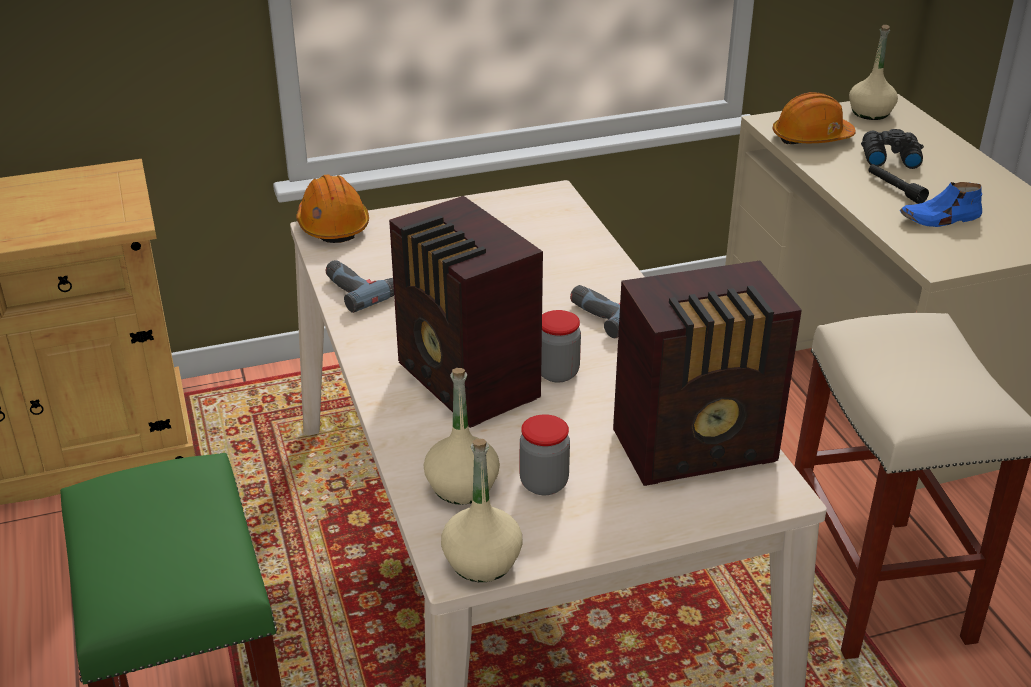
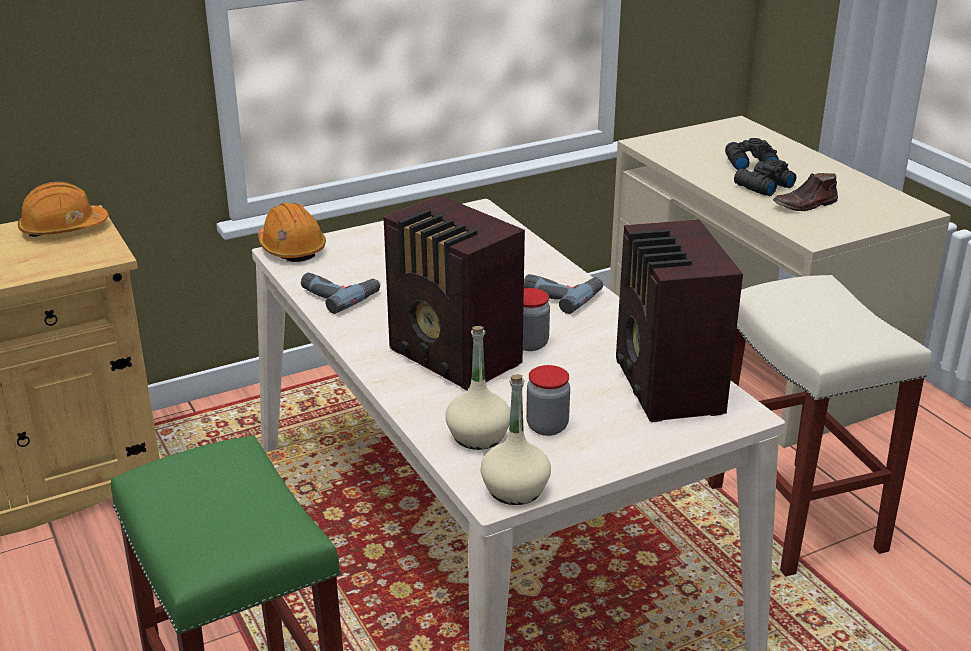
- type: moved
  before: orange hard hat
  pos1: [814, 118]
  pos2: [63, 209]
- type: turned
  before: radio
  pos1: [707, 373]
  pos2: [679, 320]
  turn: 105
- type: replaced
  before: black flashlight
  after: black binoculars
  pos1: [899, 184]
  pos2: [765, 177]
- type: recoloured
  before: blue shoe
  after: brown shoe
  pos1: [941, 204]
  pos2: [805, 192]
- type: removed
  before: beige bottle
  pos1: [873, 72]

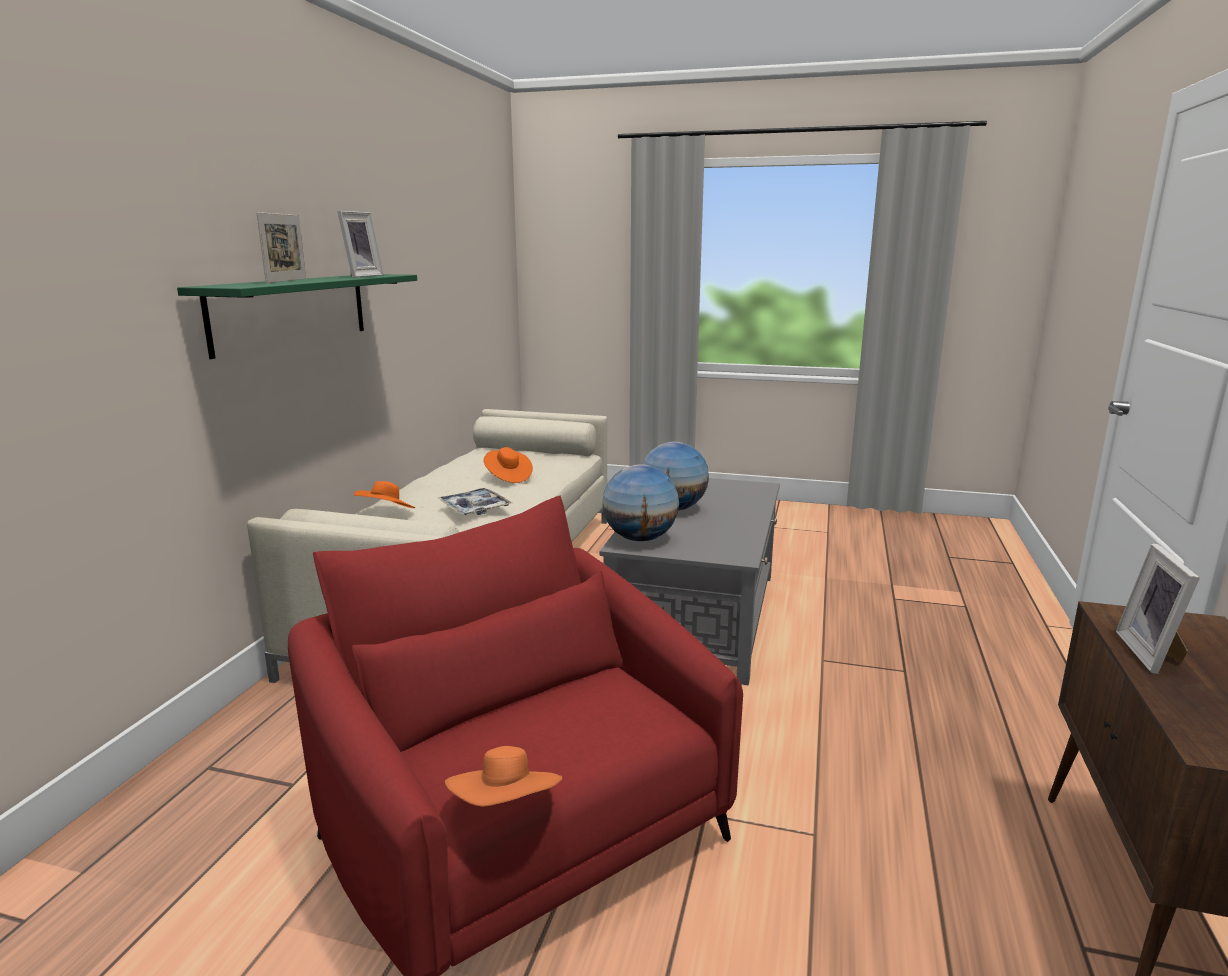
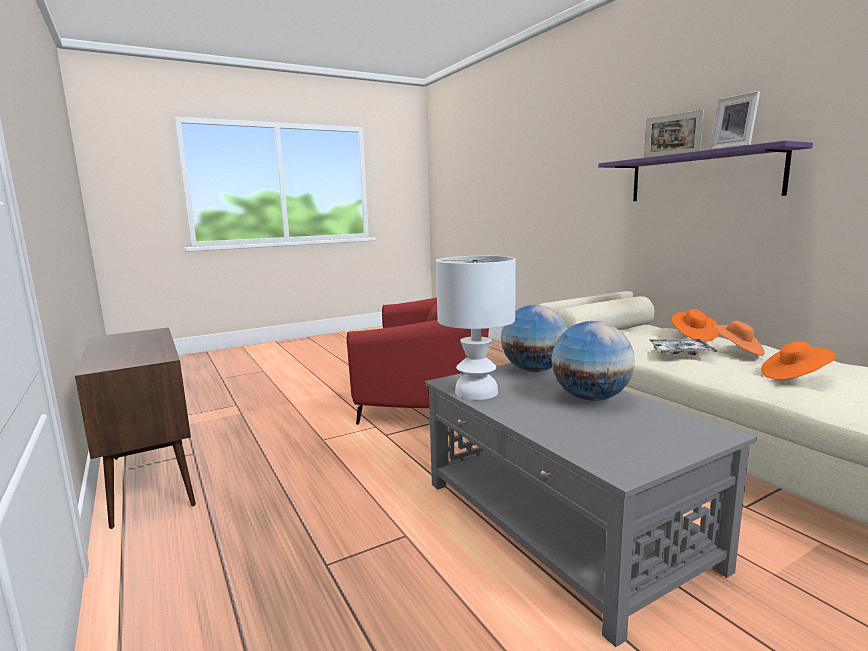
- type: added
  after: white table lamp
  pos2: [476, 328]
- type: recoloured
  before: green shelf
  after: purple shelf
  pos1: [297, 316]
  pos2: [705, 170]
- type: moved
  before: orange hat
  pos1: [504, 776]
  pos2: [738, 338]
- type: removed
  before: picture frame
  pos1: [1158, 608]

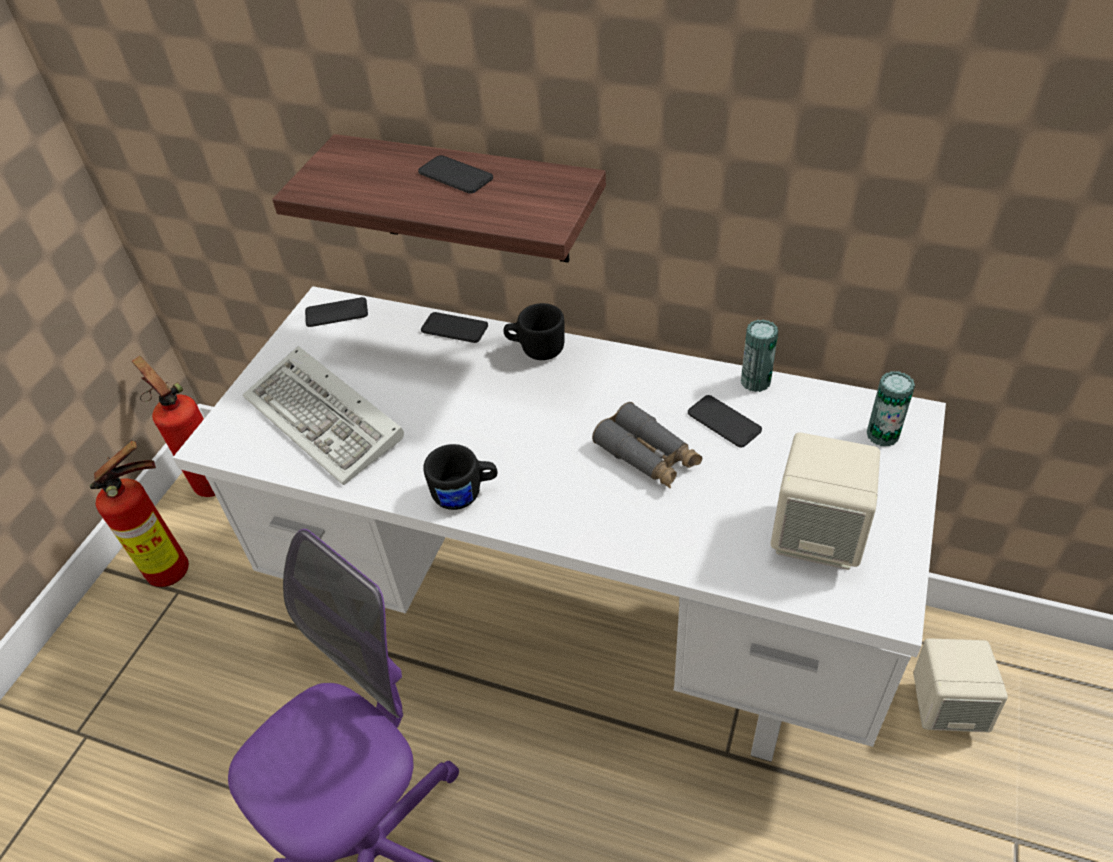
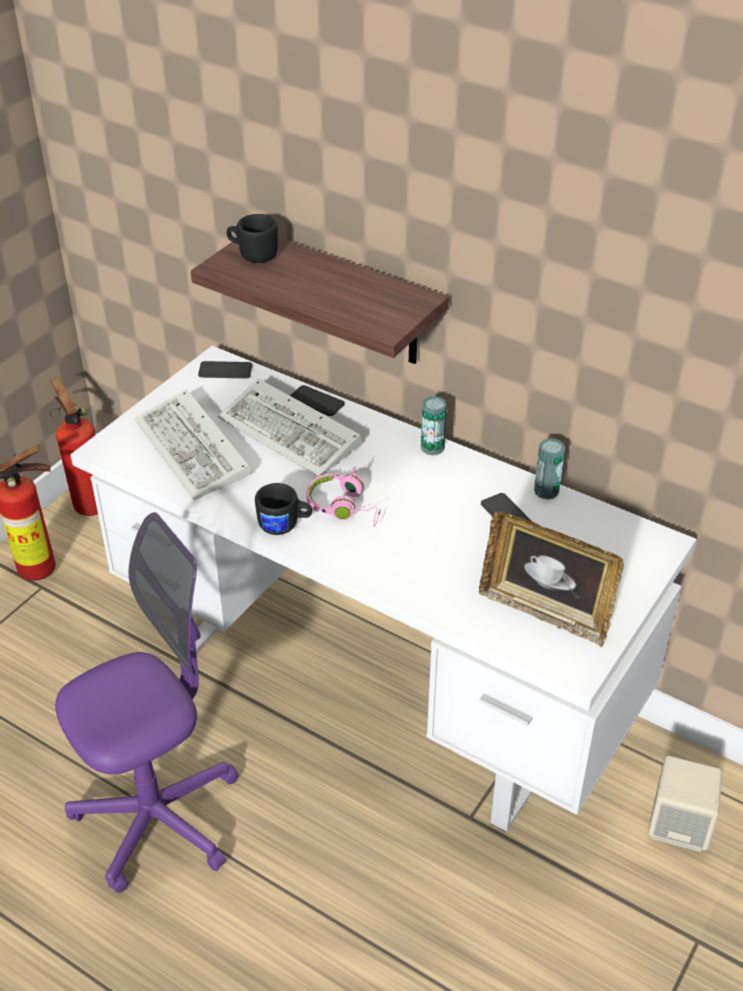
- type: added
  after: keyboard
  pos2: [289, 427]
- type: moved
  before: black mug
  pos1: [534, 331]
  pos2: [252, 238]
- type: added
  after: pink headphones
  pos2: [343, 497]
- type: moved
  before: can
  pos1: [891, 408]
  pos2: [434, 426]
- type: replaced
  before: beige speaker
  after: picture frame
  pos1: [825, 501]
  pos2: [551, 579]
- type: removed
  before: phone
  pos1: [455, 174]
- type: removed
  before: grey binoculars
  pos1: [647, 445]

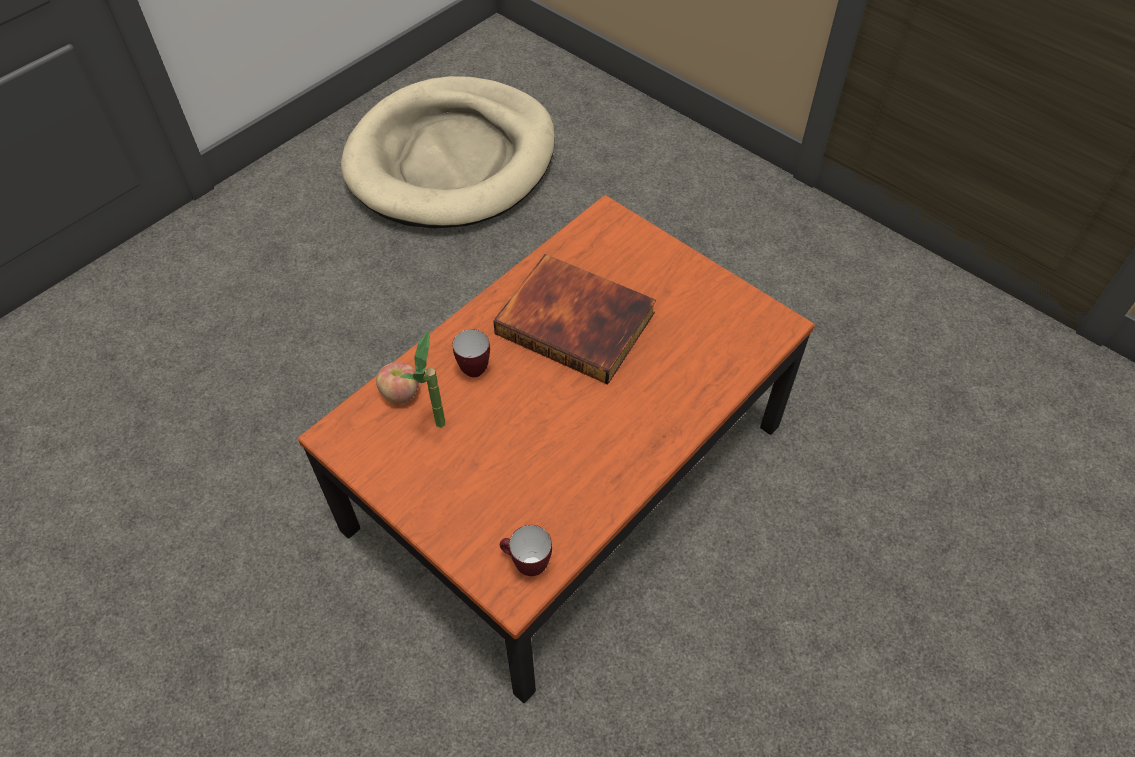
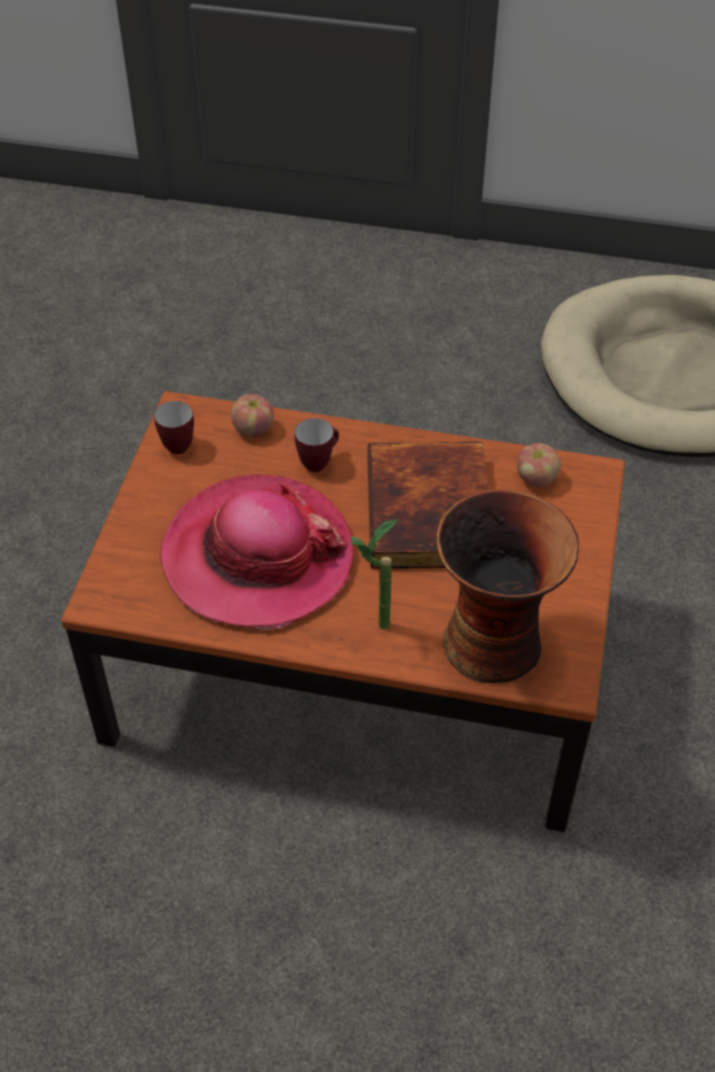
- type: moved
  before: mug
  pos1: [526, 550]
  pos2: [174, 428]
- type: added
  after: hat
  pos2: [257, 552]
- type: moved
  before: potted plant
  pos1: [422, 379]
  pos2: [374, 575]
- type: added
  after: vase
  pos2: [507, 586]
- type: added
  after: apple
  pos2: [539, 465]

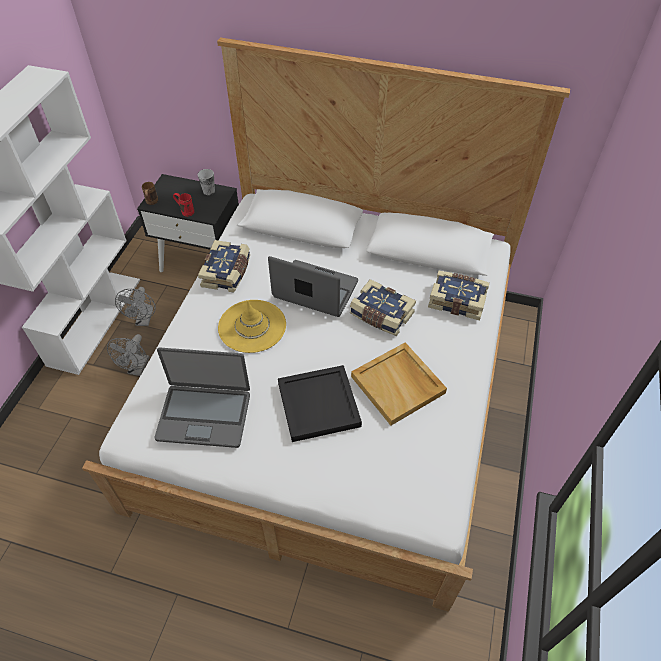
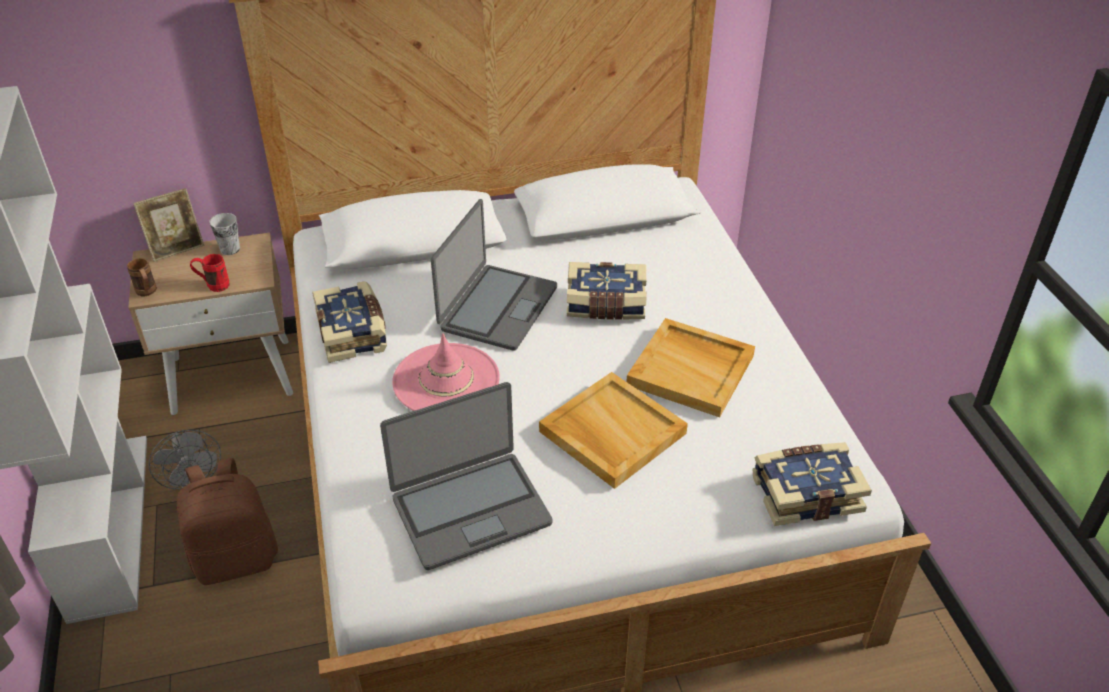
- type: recoloured
  before: black nightstand
  after: beige nightstand
  pos1: [188, 223]
  pos2: [210, 324]
- type: added
  after: picture frame
  pos2: [168, 225]
- type: replaced
  before: grey fan
  after: brown backpack
  pos1: [128, 355]
  pos2: [227, 521]
- type: recoloured
  before: yellow hat
  after: pink hat
  pos1: [252, 326]
  pos2: [446, 372]
- type: turned
  before: laptop
  pos1: [313, 286]
  pos2: [494, 275]
  turn: 120
- type: recoloured
  before: black tray
  after: beige tray
  pos1: [320, 403]
  pos2: [613, 430]
- type: moved
  before: book
  pos1: [459, 296]
  pos2: [812, 484]

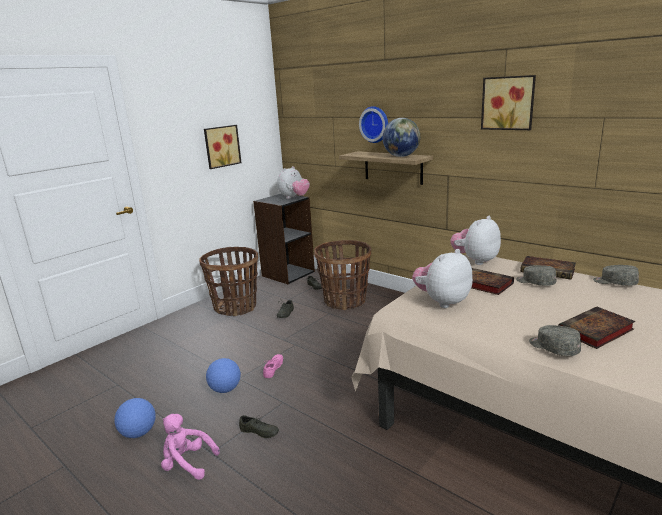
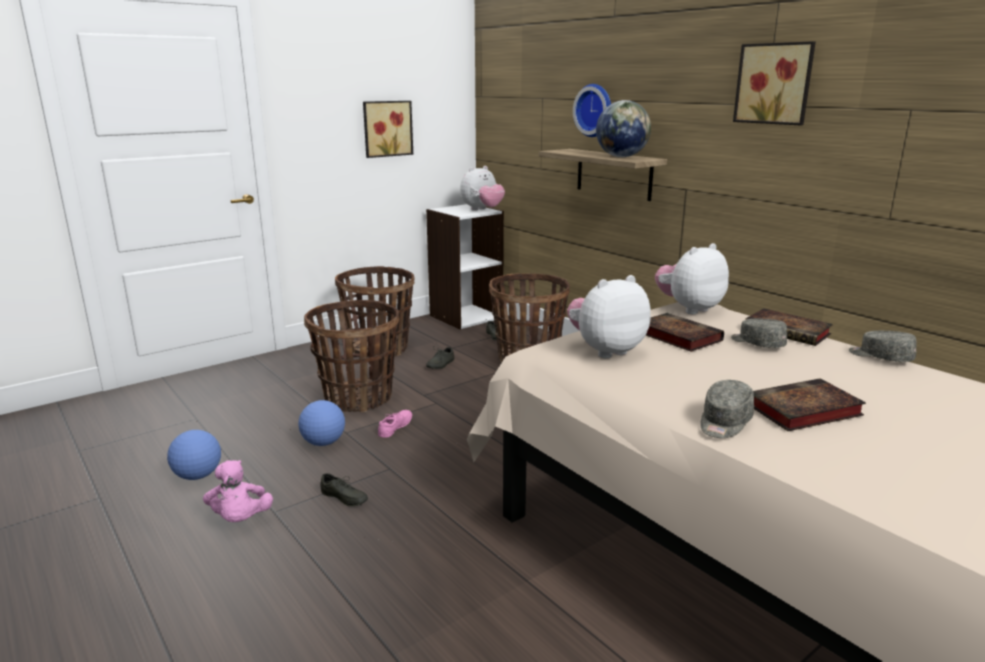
- type: turned
  before: pink plush toy
  pos1: [190, 447]
  pos2: [238, 491]
  turn: -135
- type: added
  after: basket
  pos2: [351, 356]
- type: recoloured
  before: black bookcase
  after: white bookcase
  pos1: [284, 239]
  pos2: [465, 266]
- type: turned
  before: grey cap
  pos1: [555, 340]
  pos2: [727, 409]
  turn: -120

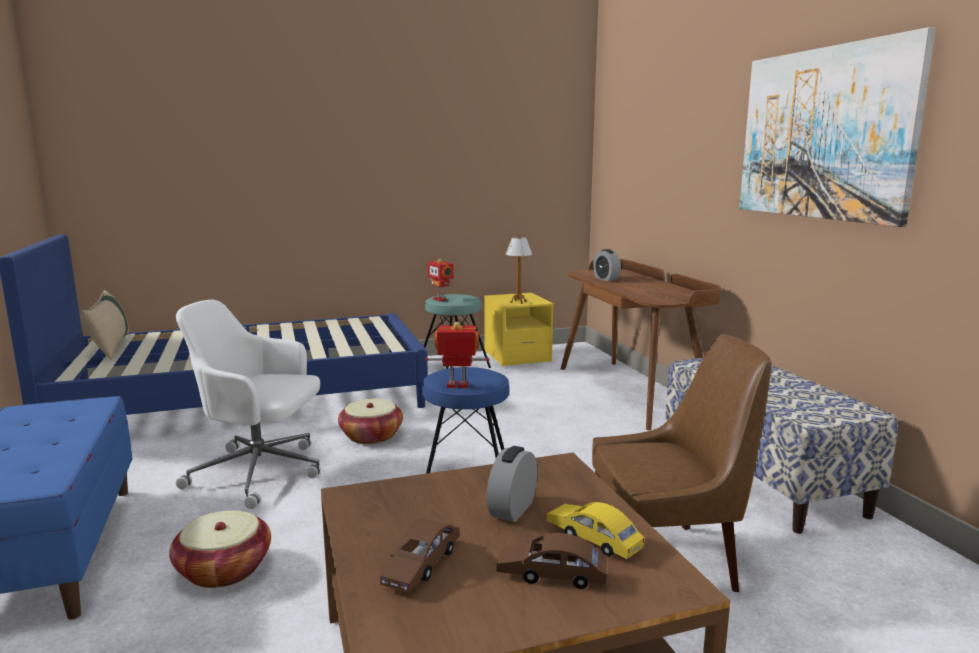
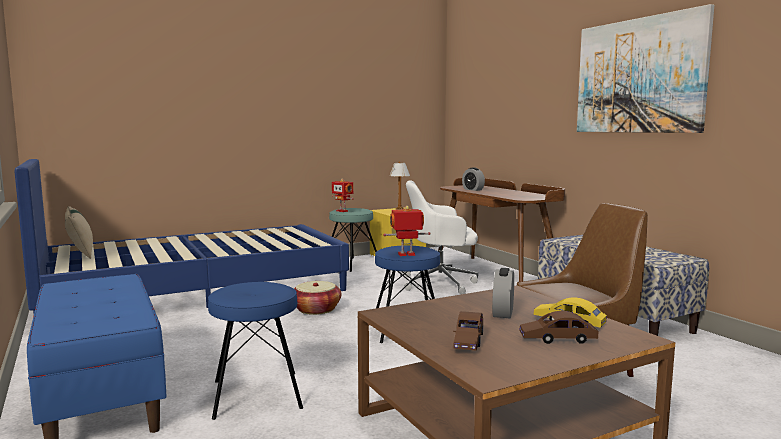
- type: replaced
  before: basket
  after: blue stool
  pos1: [220, 549]
  pos2: [255, 351]
- type: moved
  before: white office chair
  pos1: [248, 404]
  pos2: [441, 238]

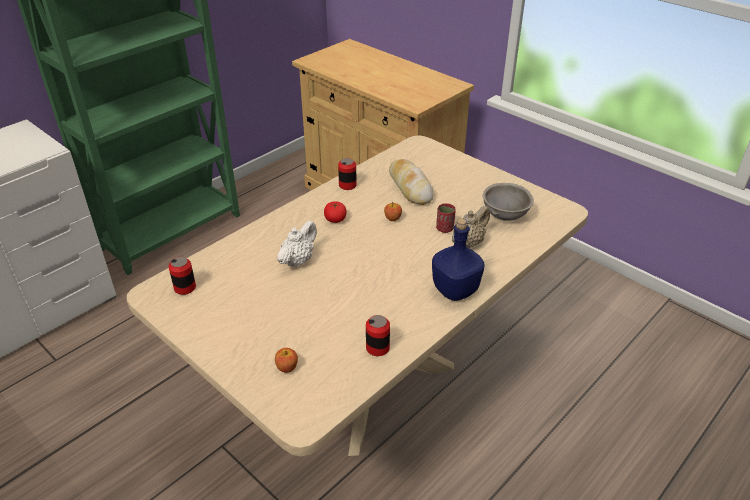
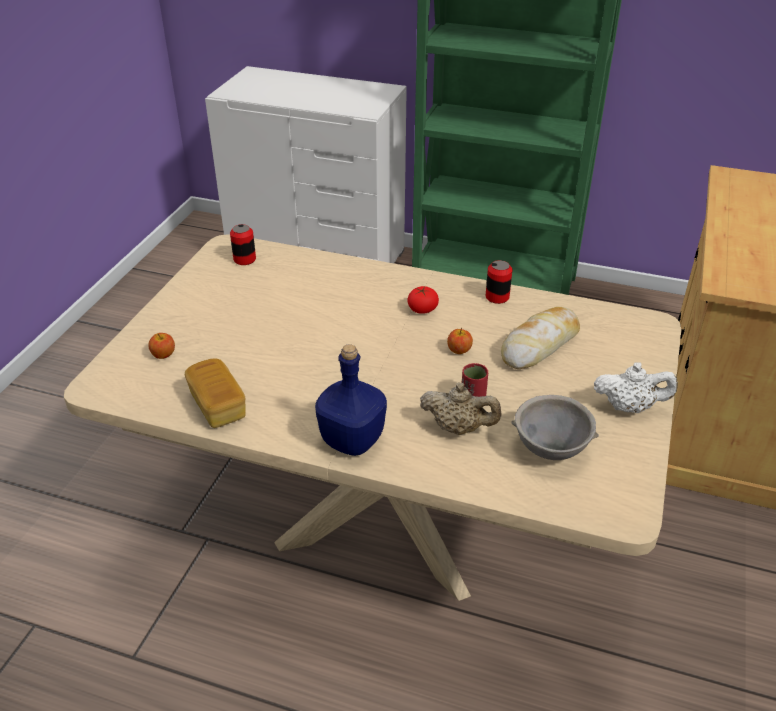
- type: replaced
  before: can
  after: bread
  pos1: [378, 335]
  pos2: [215, 393]
- type: moved
  before: white teapot
  pos1: [297, 244]
  pos2: [636, 387]

